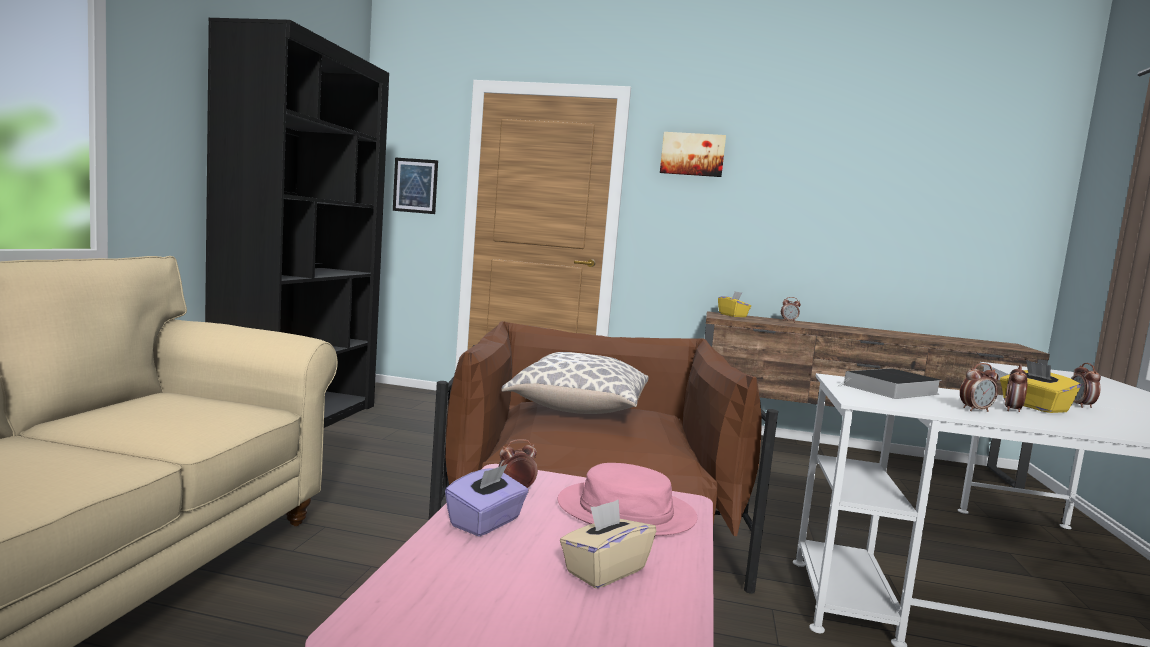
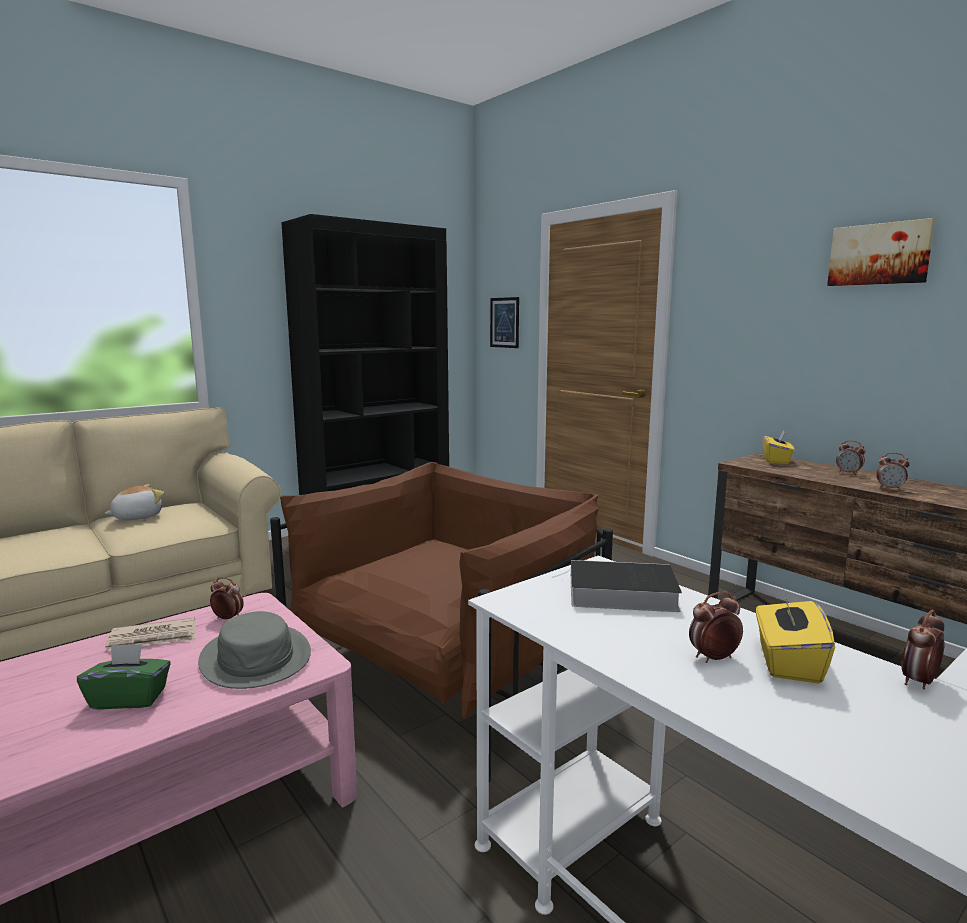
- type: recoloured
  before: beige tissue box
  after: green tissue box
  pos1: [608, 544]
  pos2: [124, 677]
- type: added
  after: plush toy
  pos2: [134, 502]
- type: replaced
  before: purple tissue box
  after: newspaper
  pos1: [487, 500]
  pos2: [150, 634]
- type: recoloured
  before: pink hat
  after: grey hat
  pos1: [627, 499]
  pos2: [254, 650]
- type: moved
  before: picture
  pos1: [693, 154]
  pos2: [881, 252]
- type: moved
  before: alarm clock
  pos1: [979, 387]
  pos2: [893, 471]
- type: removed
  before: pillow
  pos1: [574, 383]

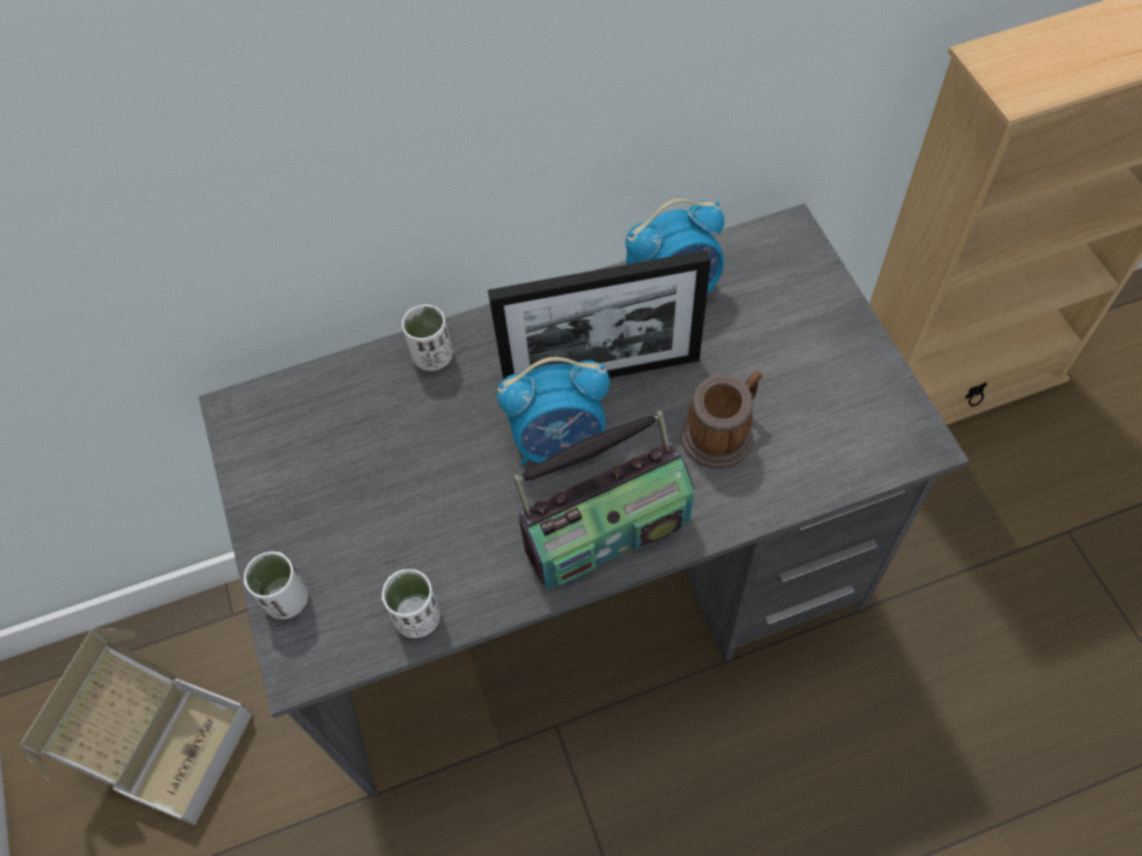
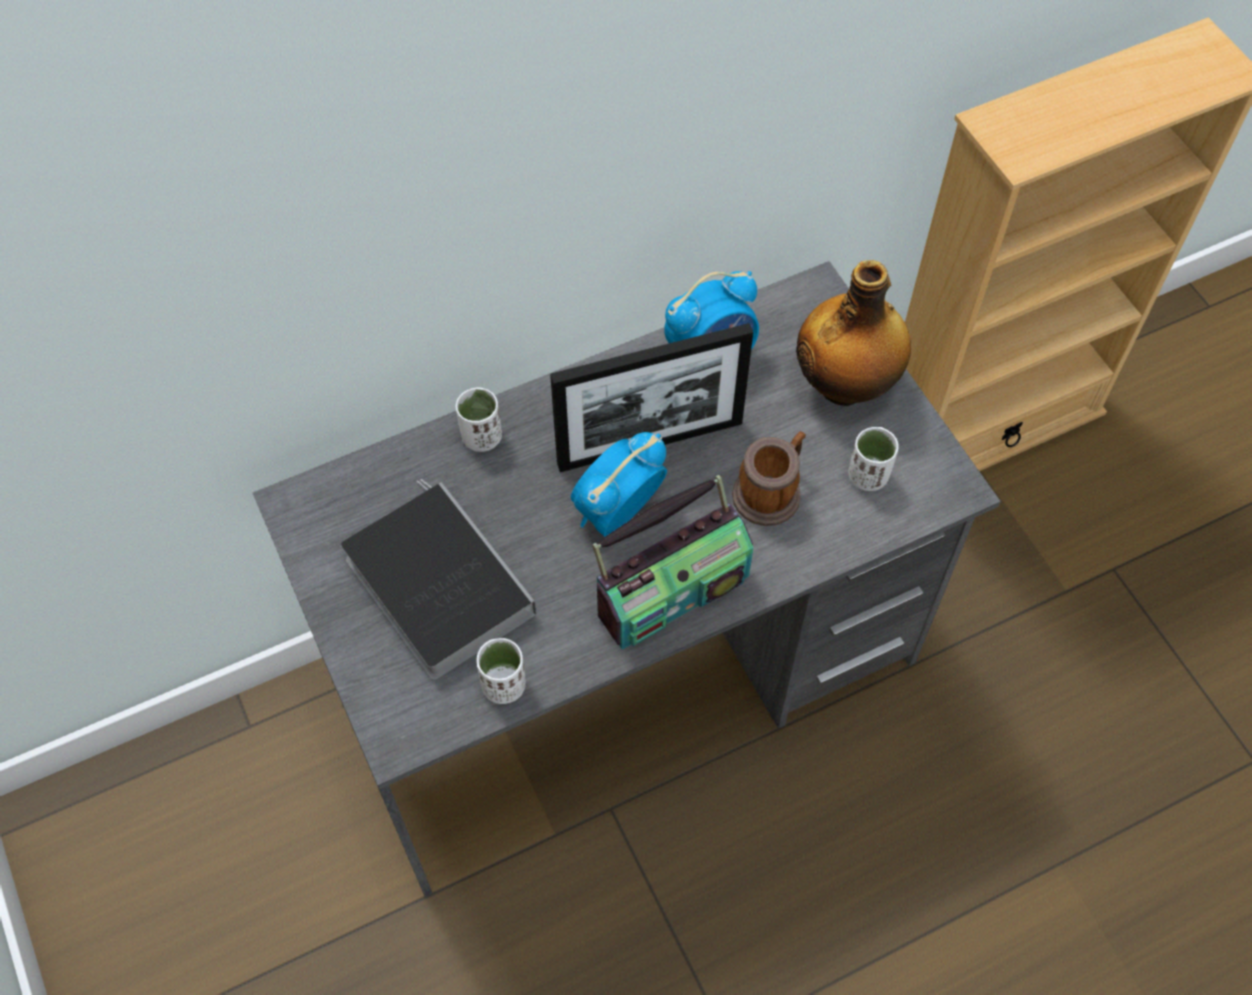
- type: added
  after: book
  pos2: [438, 579]
- type: turned
  before: alarm clock
  pos1: [553, 411]
  pos2: [619, 484]
  turn: 150
- type: added
  after: bottle
  pos2: [853, 333]
- type: moved
  before: white cup
  pos1: [276, 585]
  pos2: [873, 459]
- type: removed
  before: cardboard box
  pos1: [136, 727]

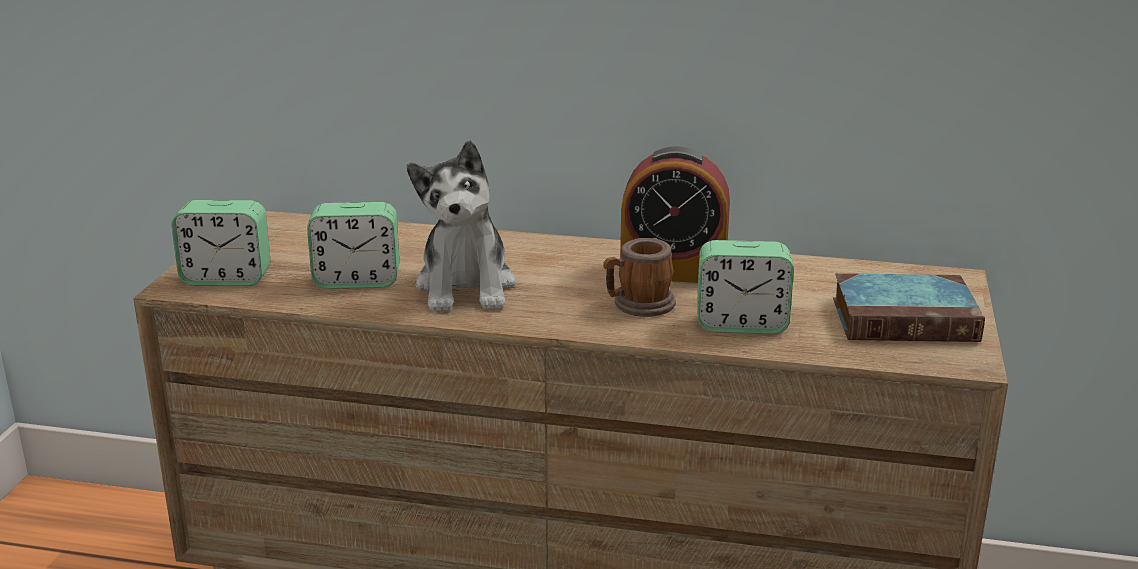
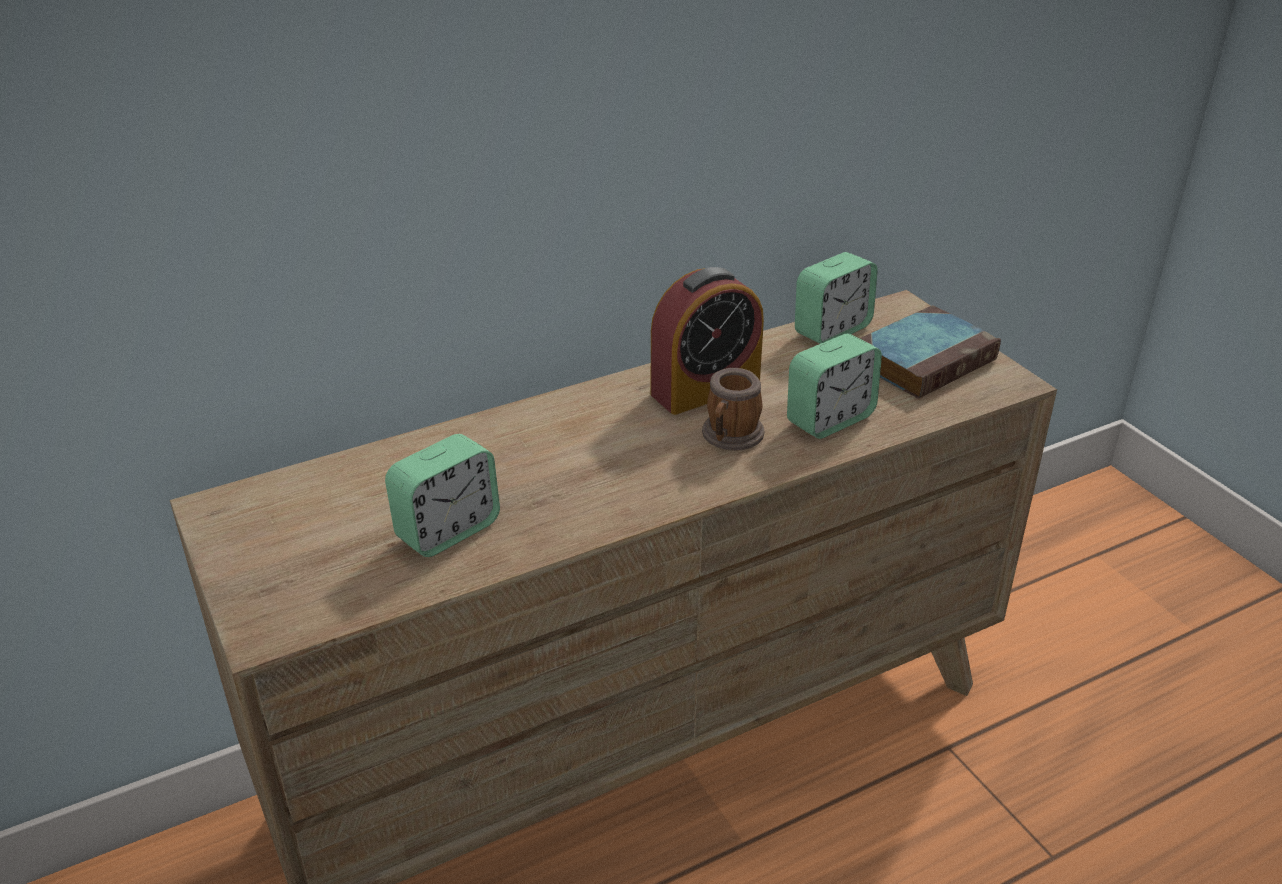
- type: moved
  before: alarm clock
  pos1: [220, 243]
  pos2: [836, 298]
- type: removed
  before: plush toy
  pos1: [461, 226]

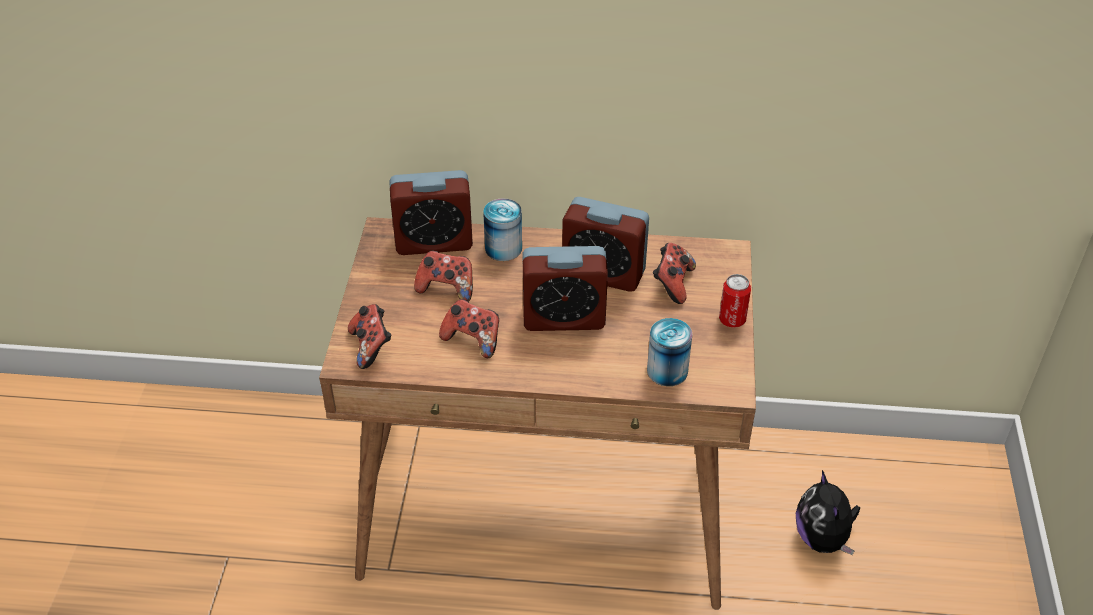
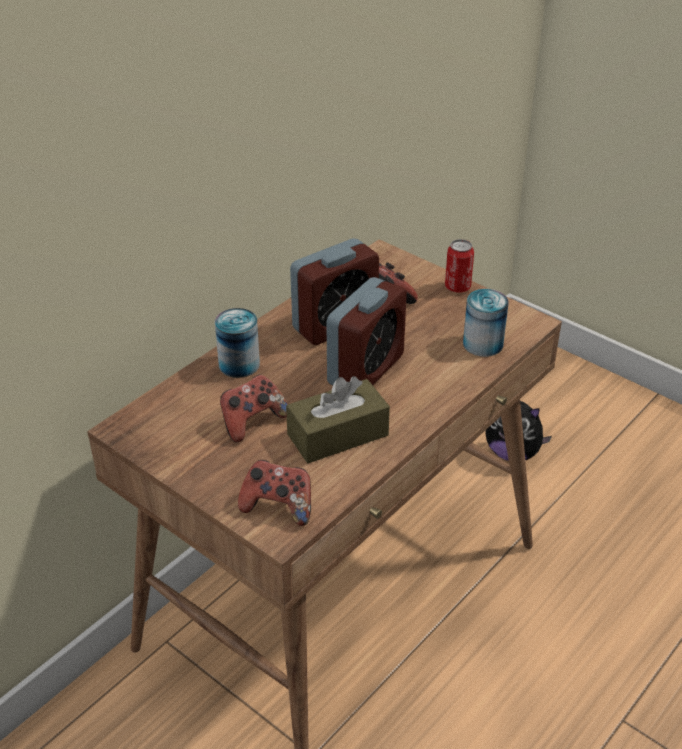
- type: replaced
  before: game controller
  after: brown tissue box
  pos1: [469, 328]
  pos2: [338, 419]
- type: removed
  before: alarm clock
  pos1: [431, 212]

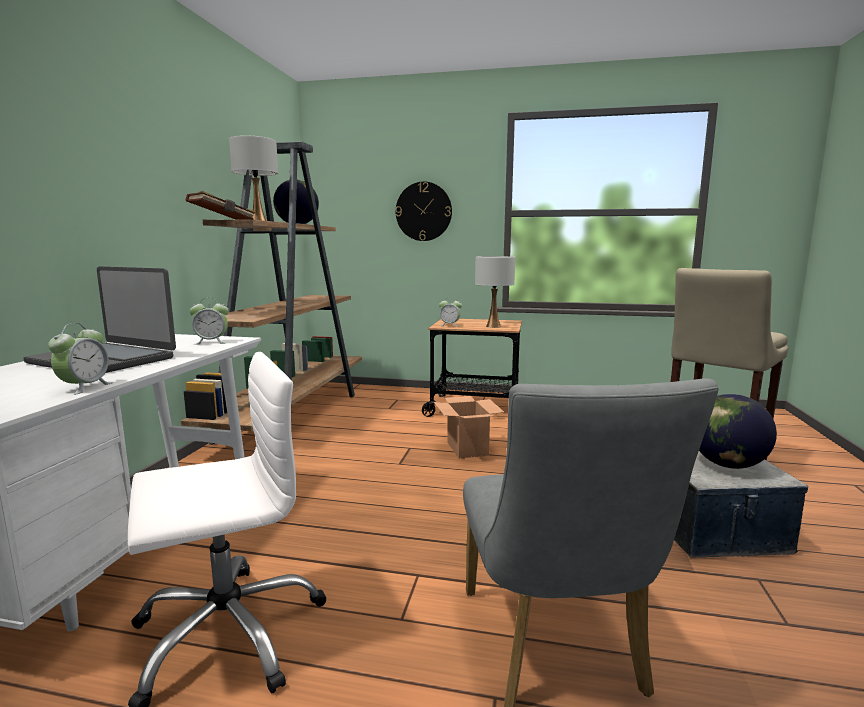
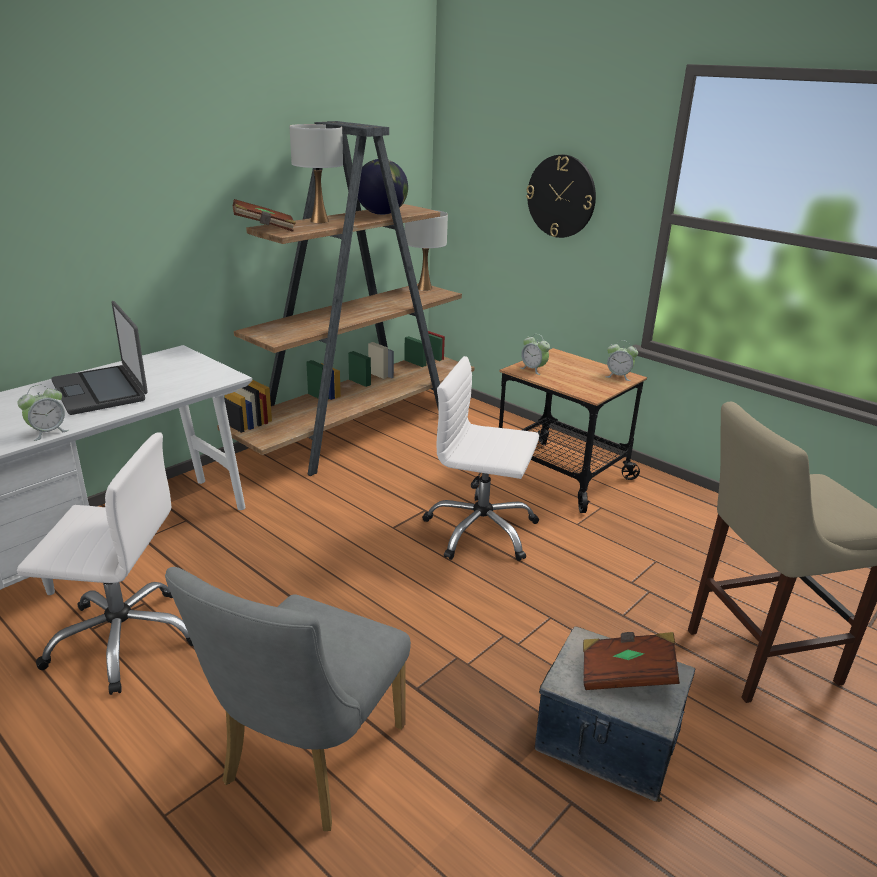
- type: moved
  before: white table lamp
  pos1: [495, 292]
  pos2: [426, 250]
- type: replaced
  before: cardboard box
  after: white office chair
  pos1: [469, 427]
  pos2: [480, 458]
- type: replaced
  before: globe
  after: brown book
  pos1: [738, 431]
  pos2: [631, 661]
- type: moved
  before: alarm clock
  pos1: [209, 321]
  pos2: [621, 360]

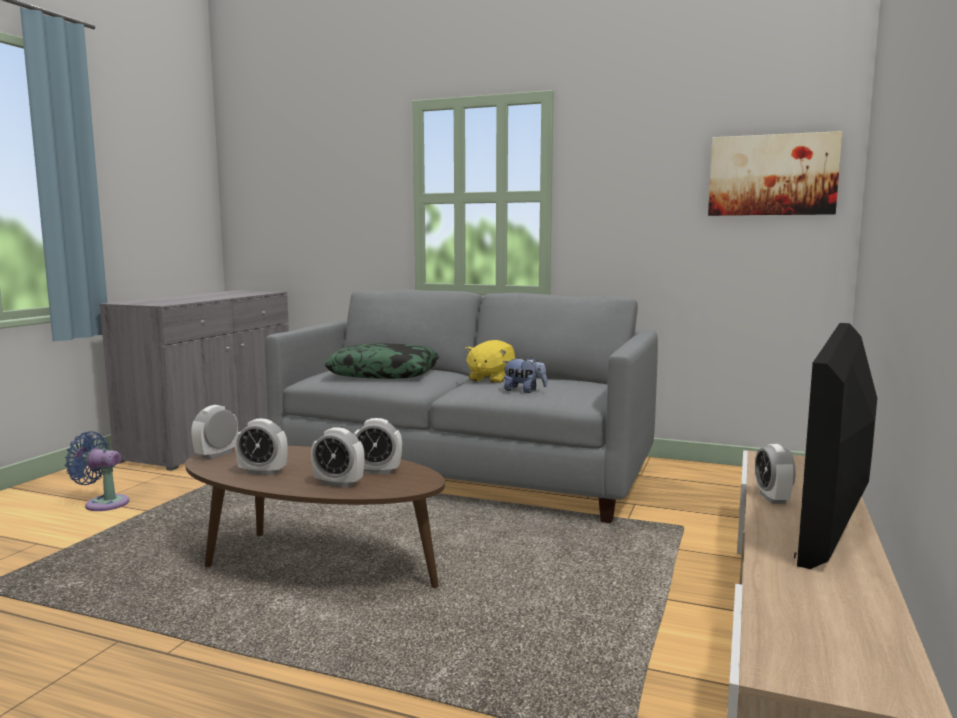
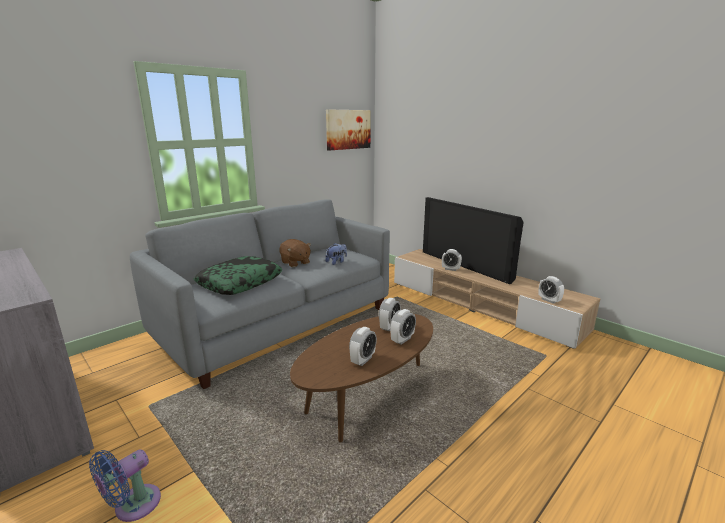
- type: recoloured
  before: yellow plush toy
  after: brown plush toy
  pos1: [490, 361]
  pos2: [295, 253]
- type: moved
  before: alarm clock
  pos1: [214, 432]
  pos2: [551, 290]

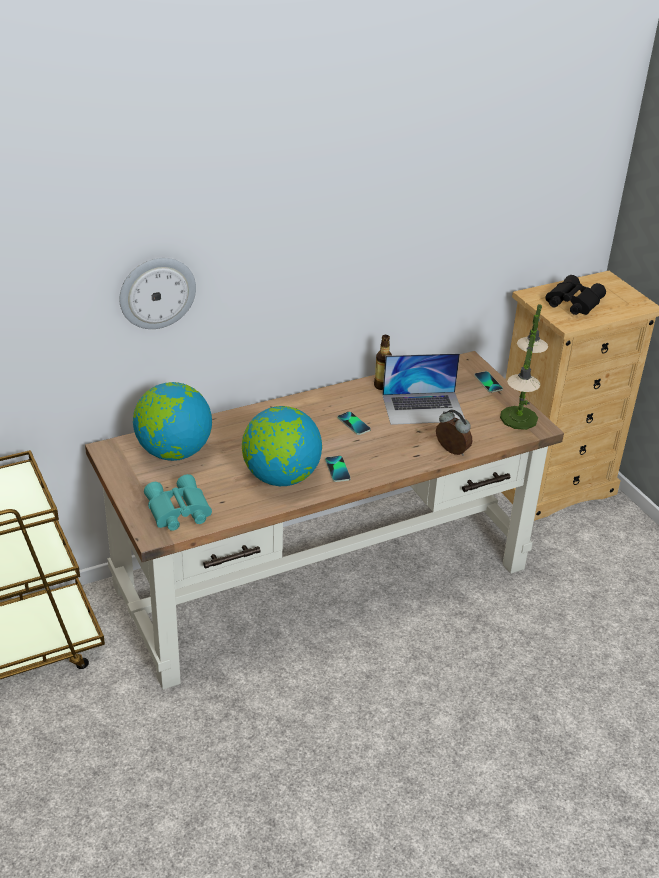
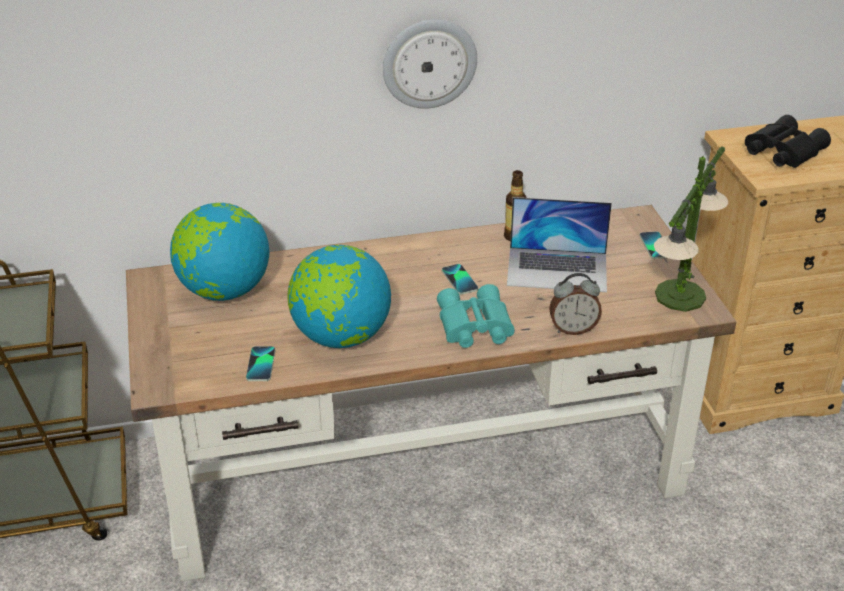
- type: moved
  before: phone
  pos1: [338, 469]
  pos2: [260, 363]
- type: moved
  before: wall clock
  pos1: [157, 293]
  pos2: [430, 64]
- type: moved
  before: turquoise binoculars
  pos1: [178, 502]
  pos2: [476, 316]
- type: turned
  before: alarm clock
  pos1: [454, 433]
  pos2: [575, 304]
  turn: 120

